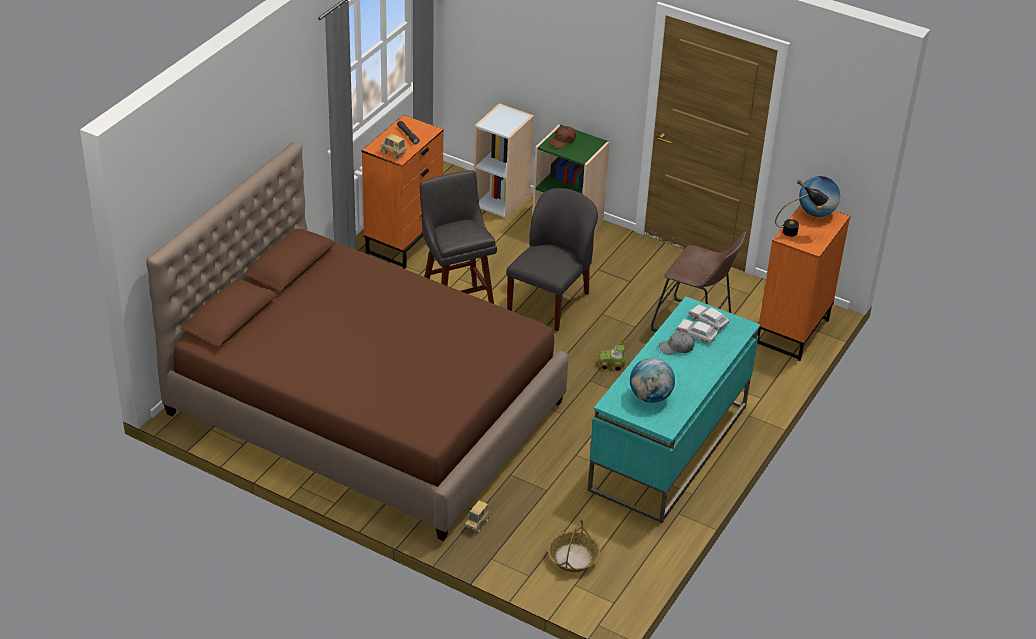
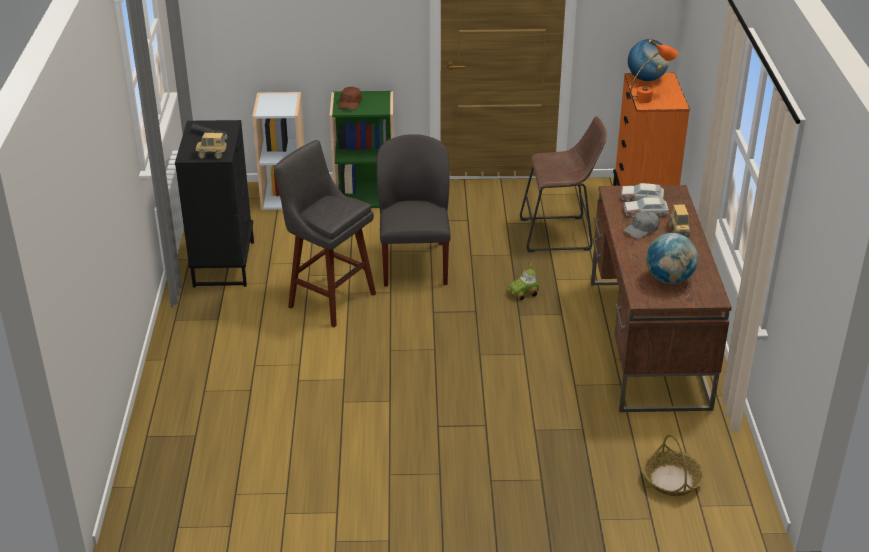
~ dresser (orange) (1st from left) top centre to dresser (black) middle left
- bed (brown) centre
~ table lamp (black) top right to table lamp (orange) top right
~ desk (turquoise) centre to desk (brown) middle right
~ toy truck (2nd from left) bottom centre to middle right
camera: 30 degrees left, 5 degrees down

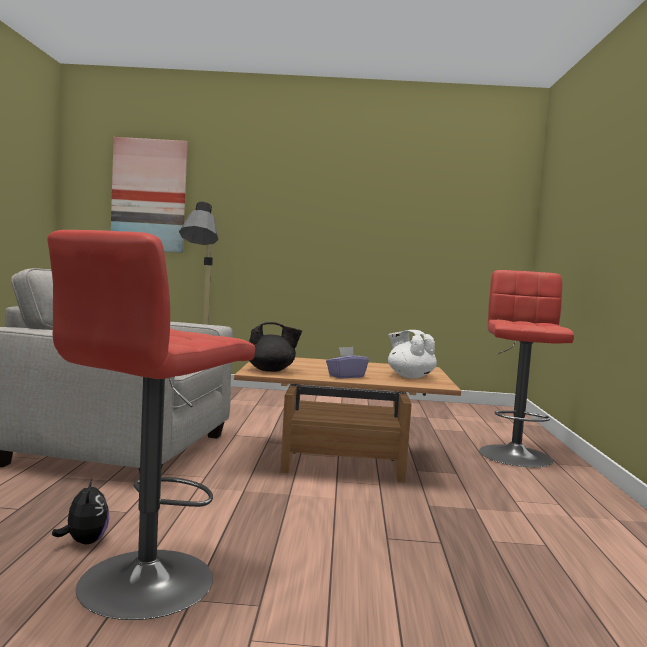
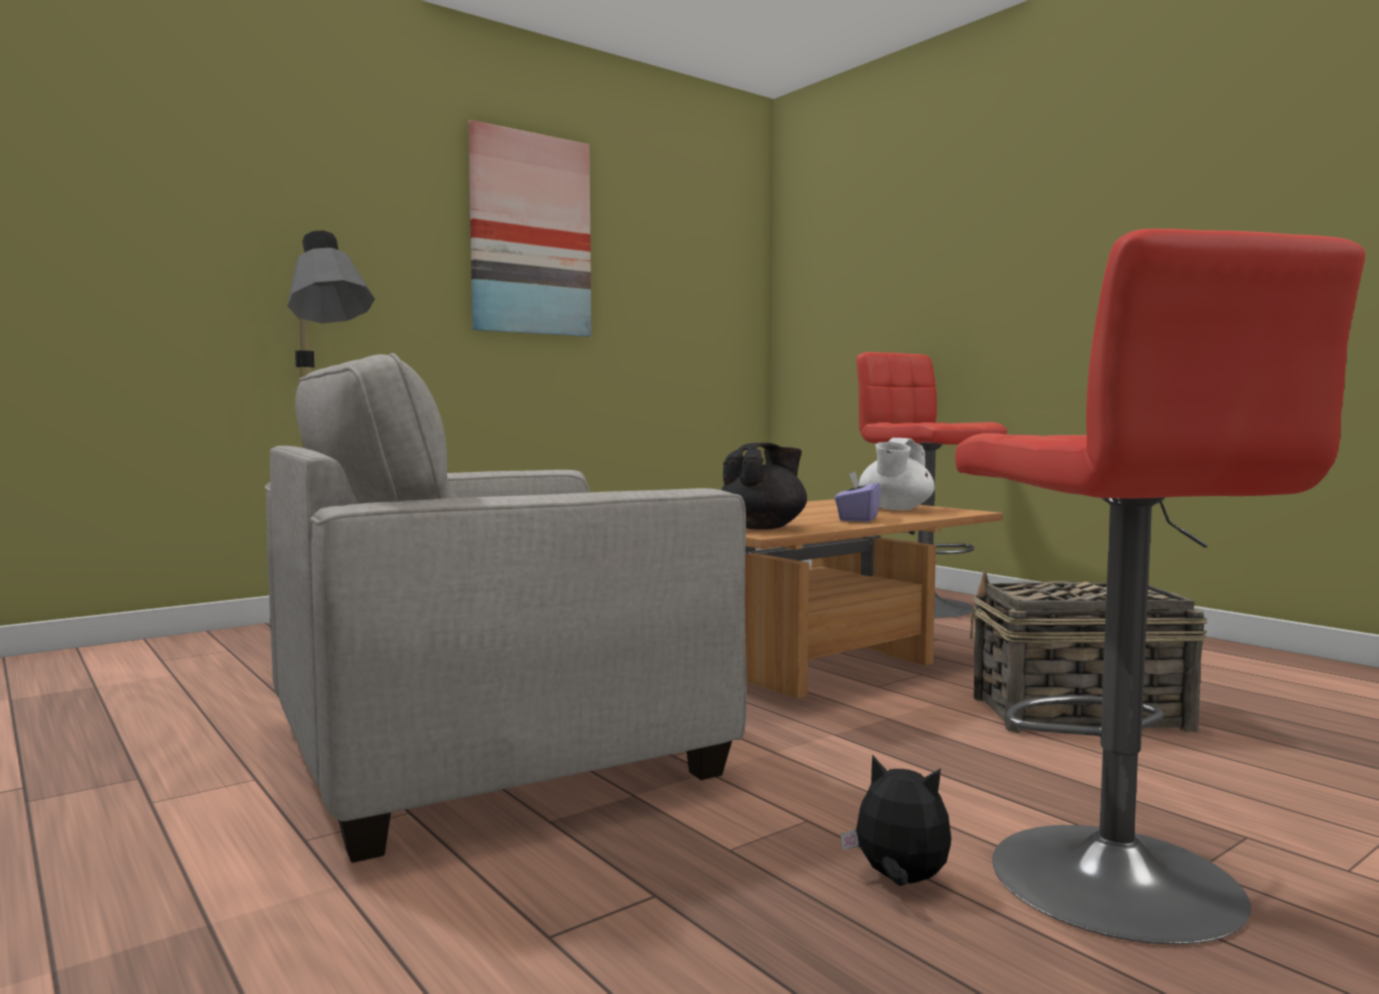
~ picture top left to top centre
~ teapot (white) centre = centre 75 degrees counterclockwise
+ basket middle right
camera: 40 degrees left, 0 degrees up

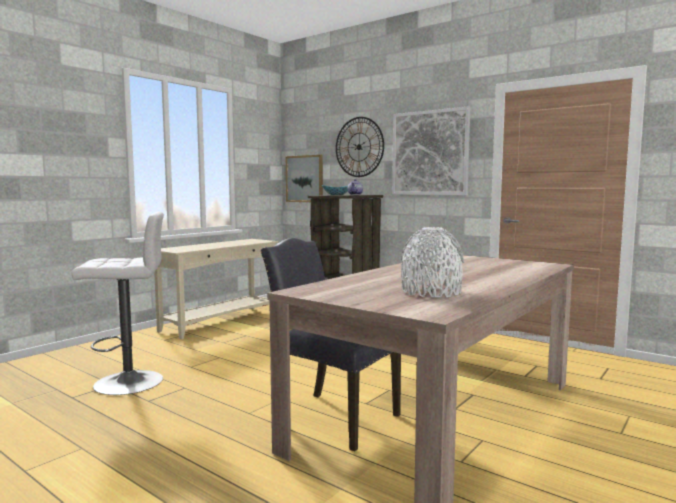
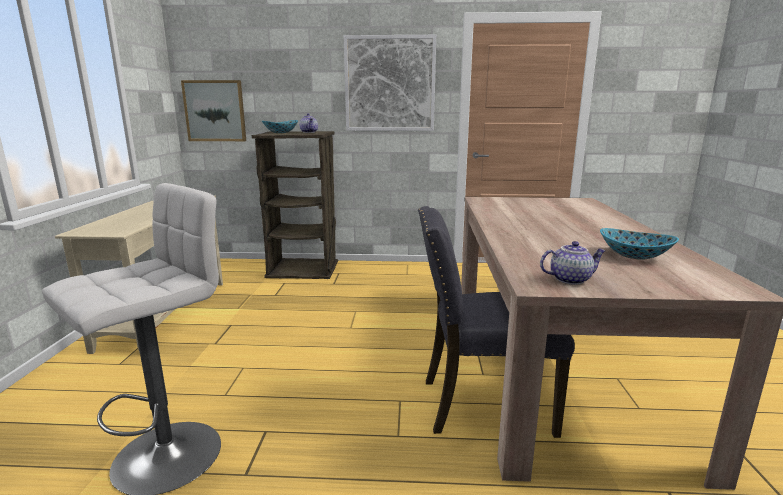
- wall clock top centre
~ vase (white) centre to bowl (2nd from left) middle right
+ teapot (2nd from left) middle right
camera: 35 degrees left, 10 degrees up

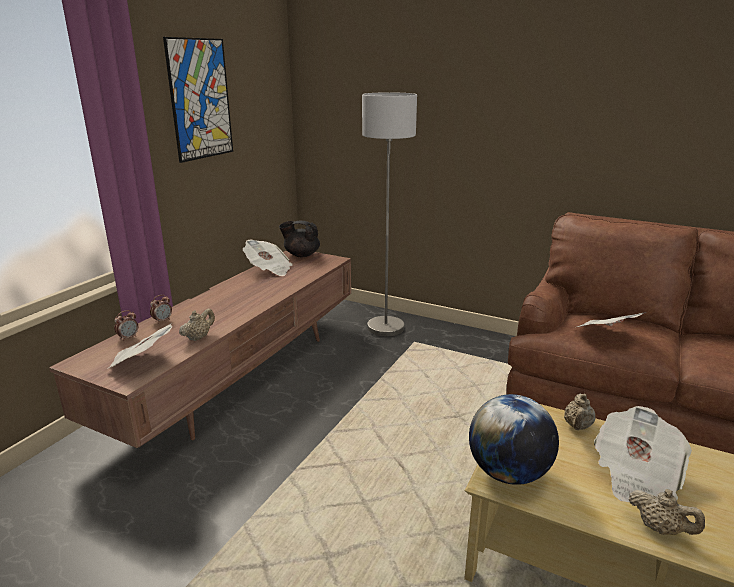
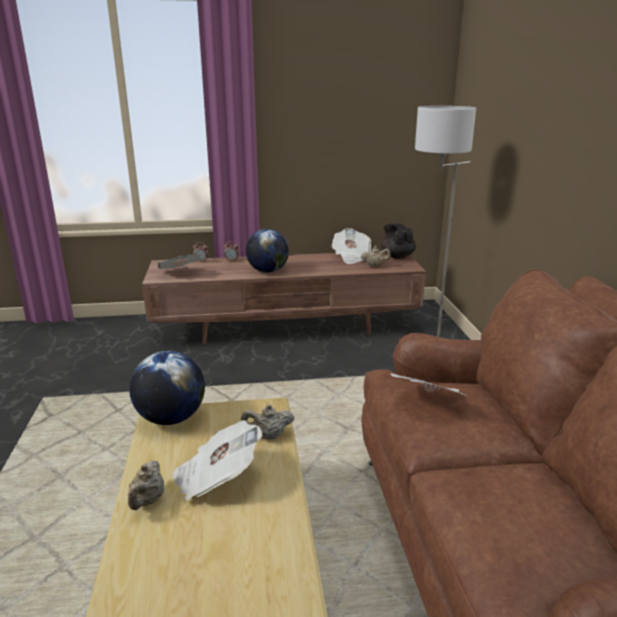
- picture top left
~ teapot (beige) (1st from left in the first image) middle left to teapot (beige) (3rd from left) centre
+ globe (2nd from left) centre
camera: 55 degrees right, 0 degrees up

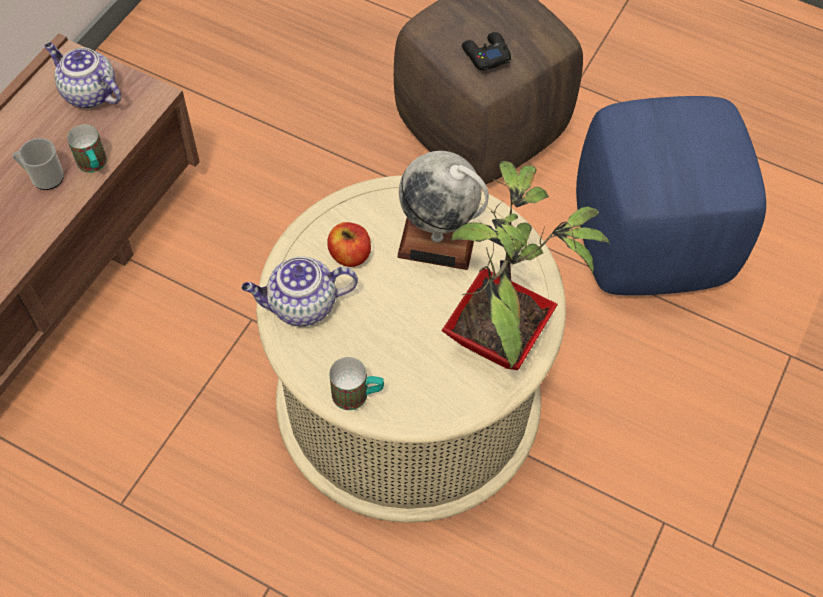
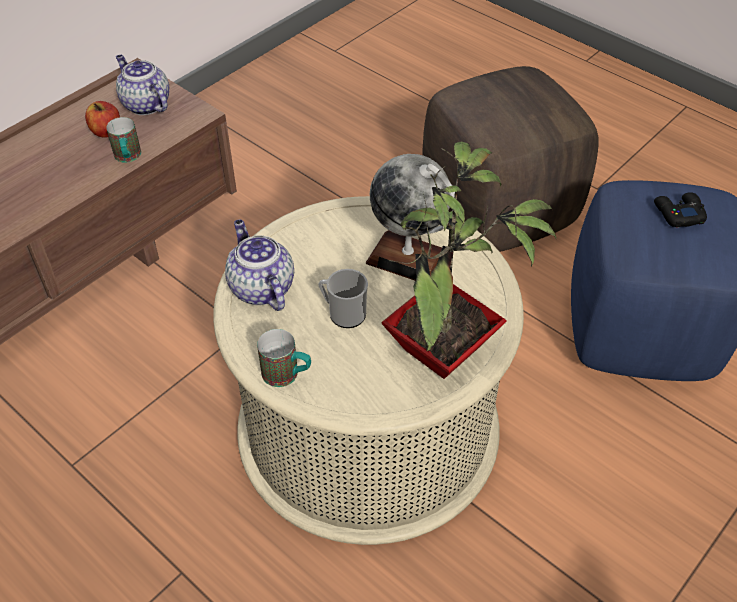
~ game controller (black) top centre to middle right
~ mug (1st from left in the first image) top left to mug (3rd from left) centre
~ apple centre to top left
~ teapot (2nd from left) centre = centre 60 degrees clockwise
camera: 15 degrees right, 10 degrees down

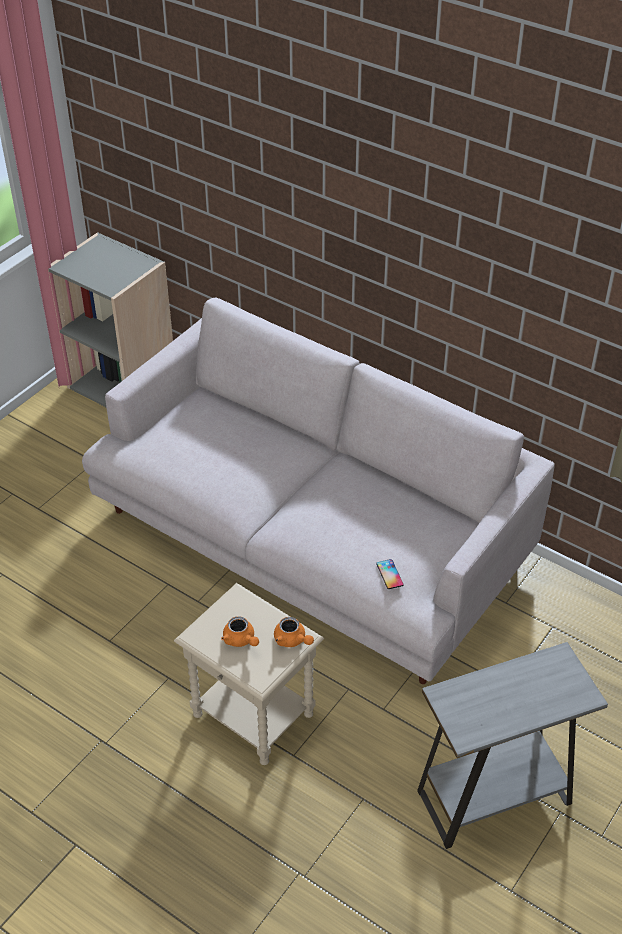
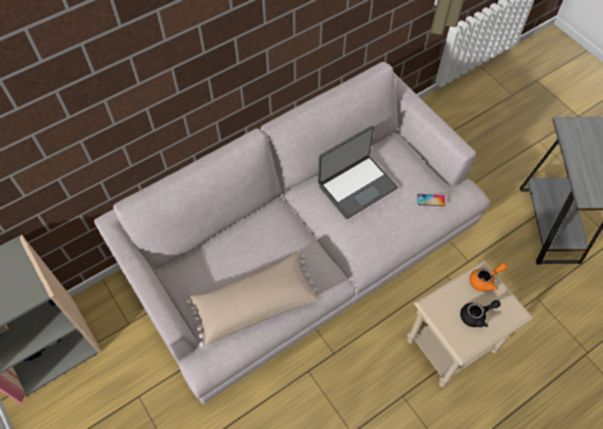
~ teapot (orange) (1st from left) bottom centre to teapot (black) bottom right
+ laptop centre
+ pillow (beige) bottom centre
camera: 70 degrees left, 15 degrees up

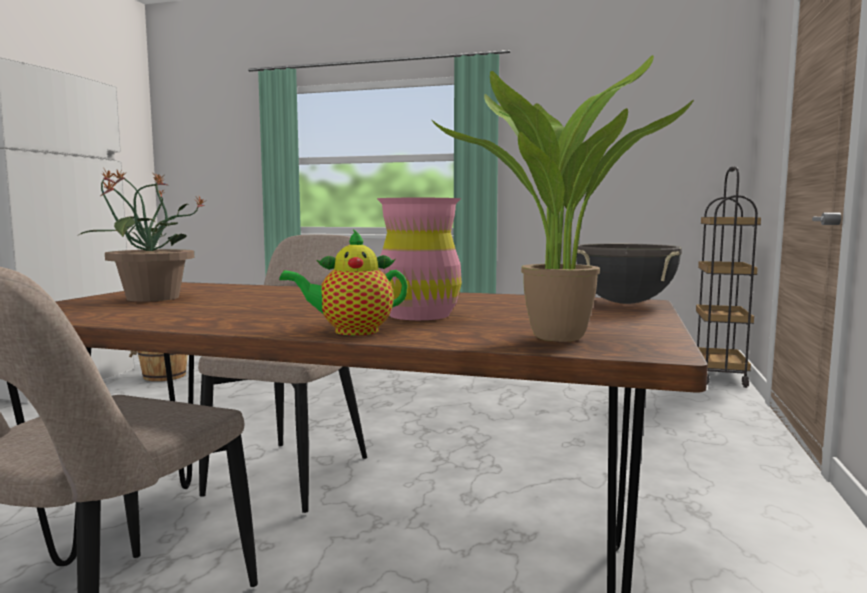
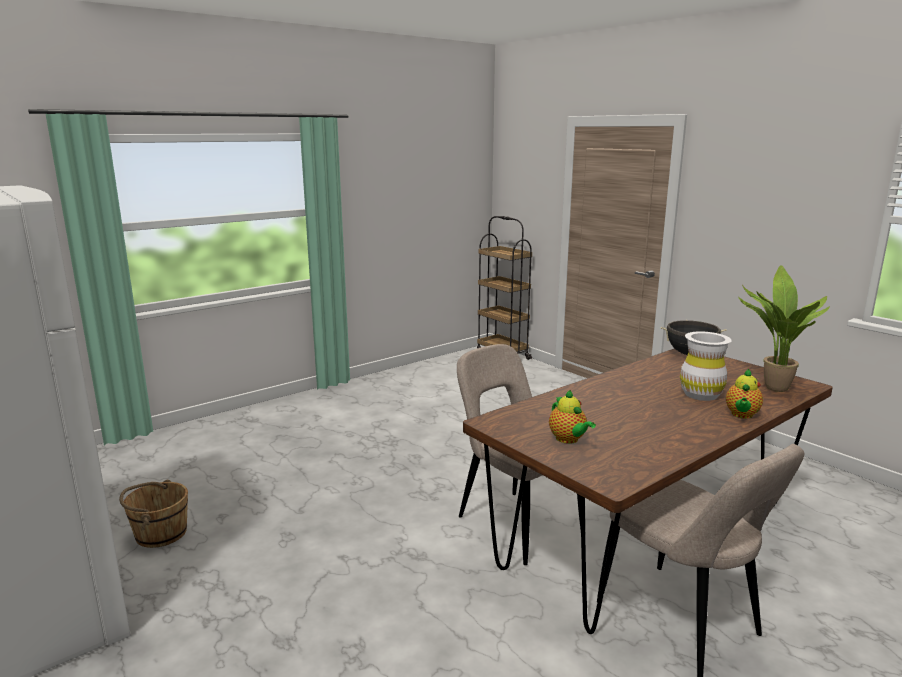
~ potted plant (1st from left) middle left to teapot (1st from left) centre
~ vase (pink) centre to vase (white) middle right
camera: 55 degrees left, 10 degrees up

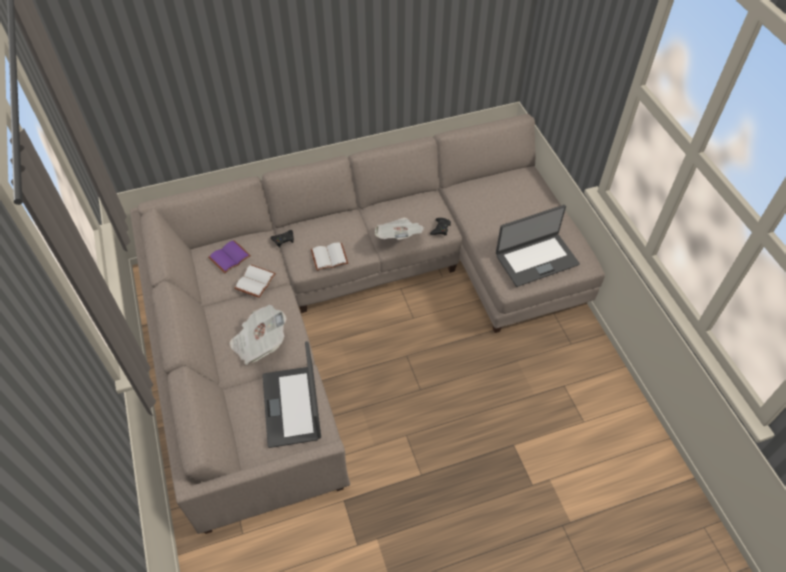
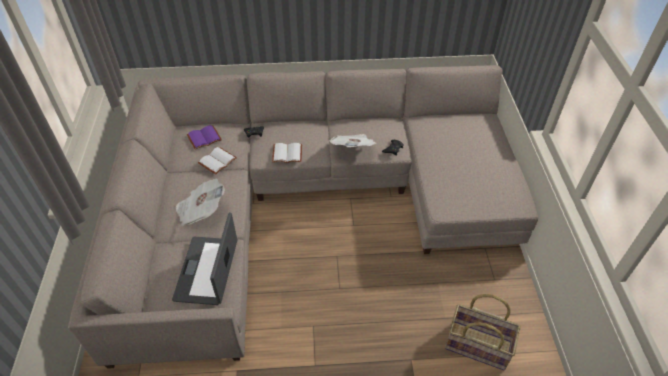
- laptop (2nd from left) middle right
+ basket bottom right
camera: 15 degrees right, 5 degrees down

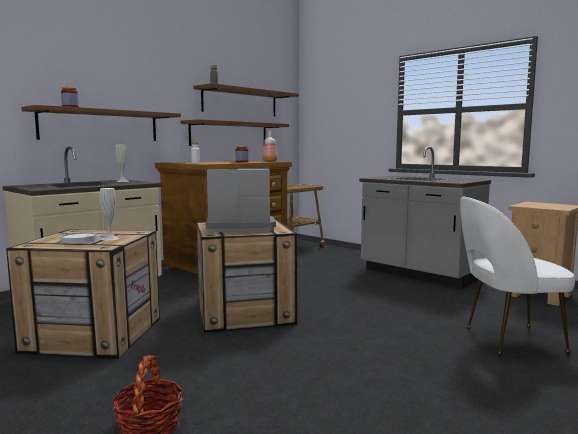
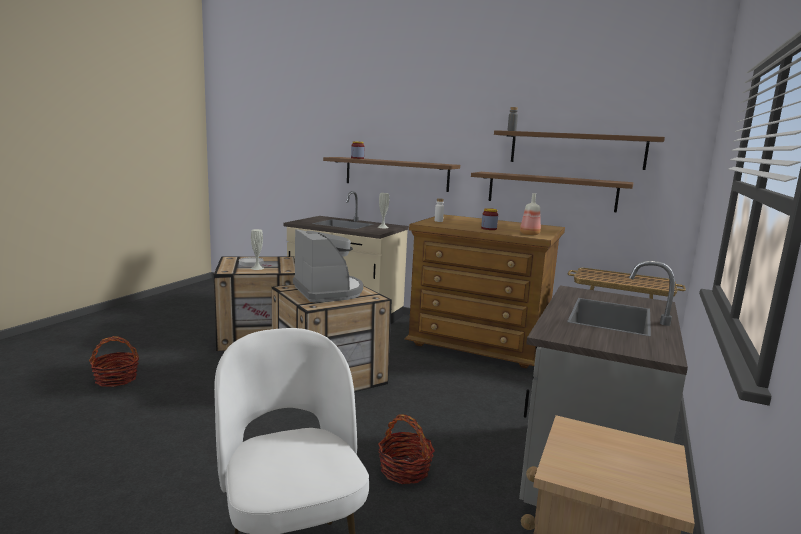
+ basket (2nd from left) bottom centre
camera: 70 degrees right, 5 degrees up

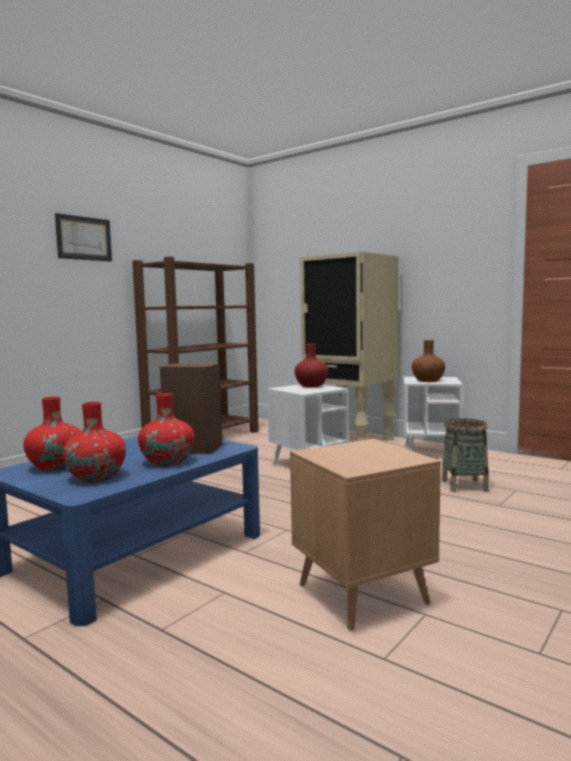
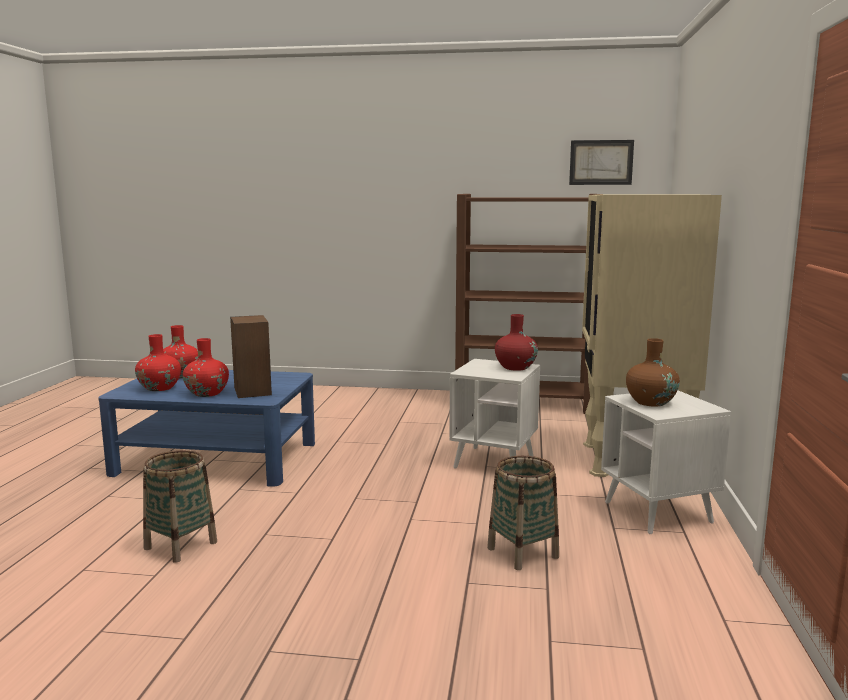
~ picture top left to top right
~ side table (brown) bottom centre to basket (1st from left) bottom left
camera: 60 degrees right, 5 degrees up

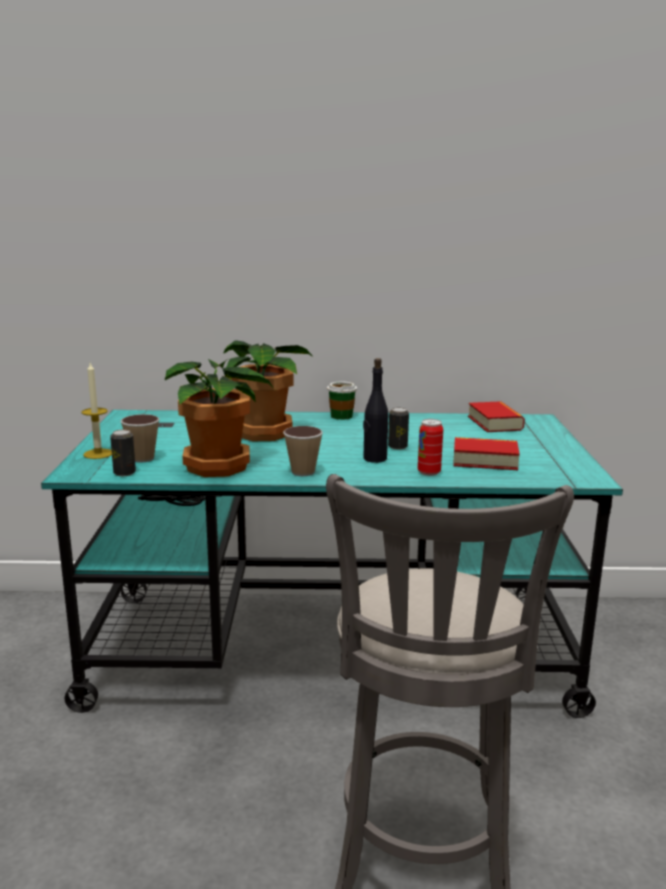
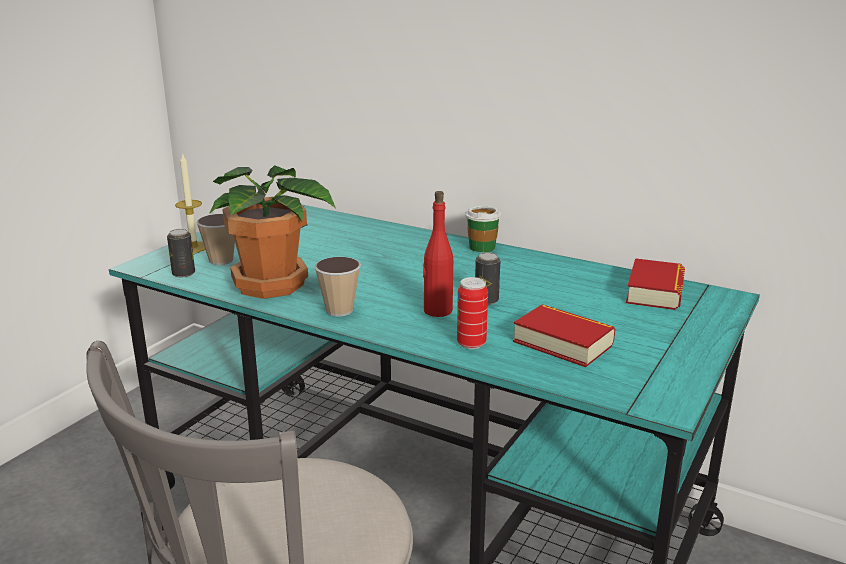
- potted plant (2nd from left) centre
~ bottle (black) centre to bottle (red) centre
camera: 30 degrees right, 5 degrees up

